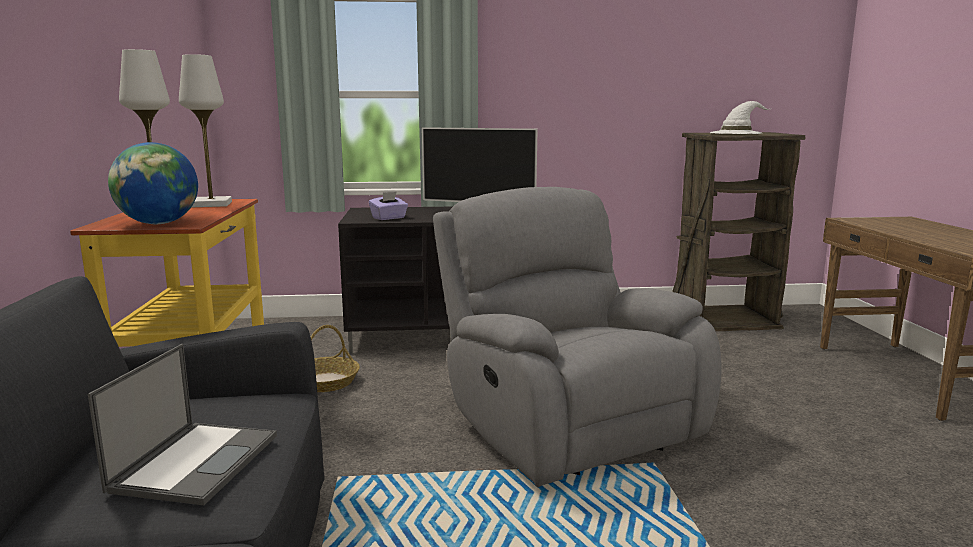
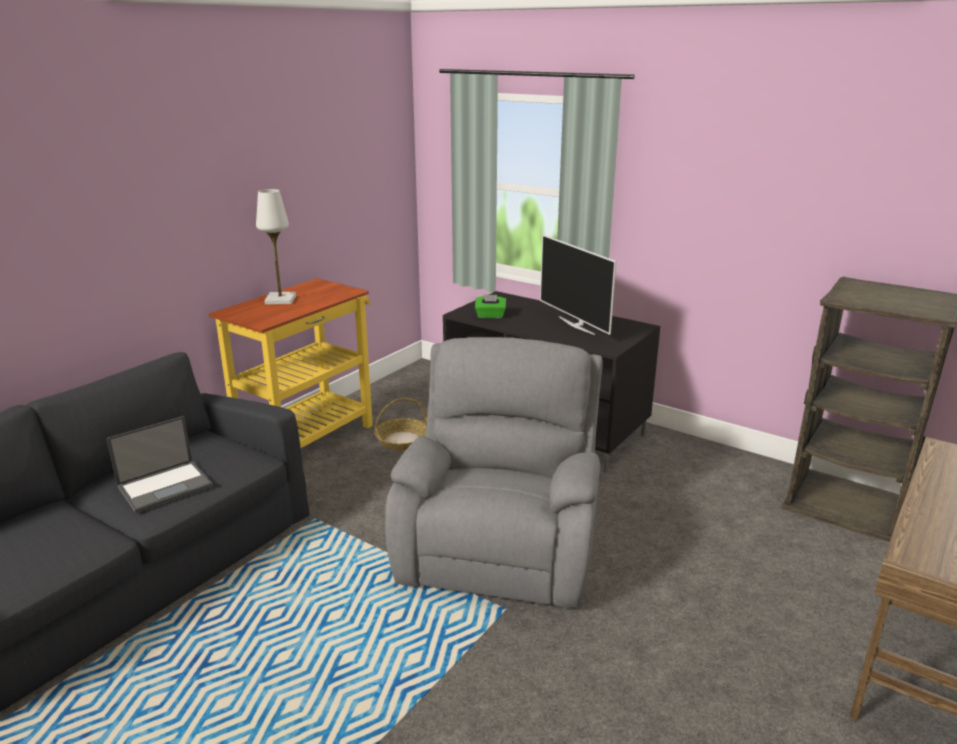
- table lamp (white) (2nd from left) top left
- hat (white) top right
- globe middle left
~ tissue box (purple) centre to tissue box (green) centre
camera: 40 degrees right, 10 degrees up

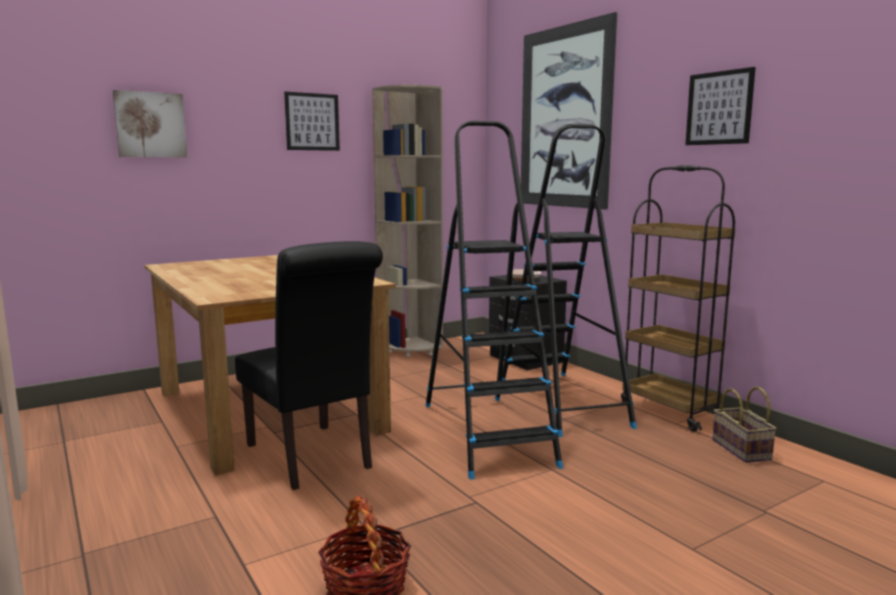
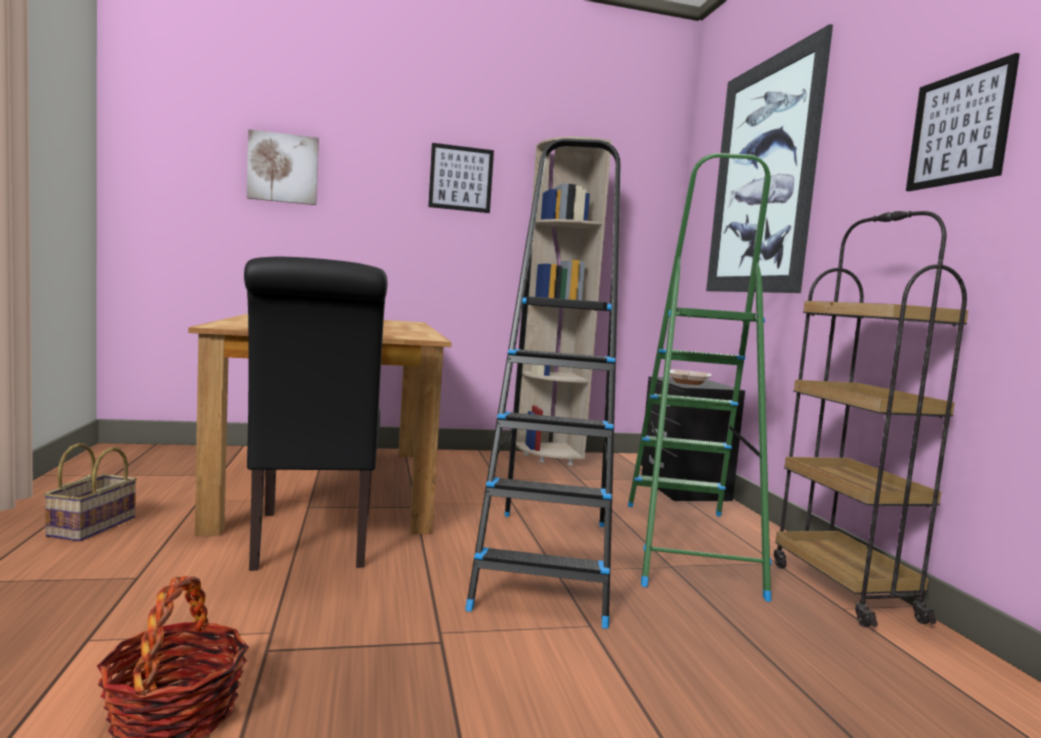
~ step ladder (black) (2nd from left) centre to step ladder (green) middle right
~ basket (2nd from left in the first image) bottom right to basket (1st from left) bottom left
camera: 20 degrees right, 5 degrees down

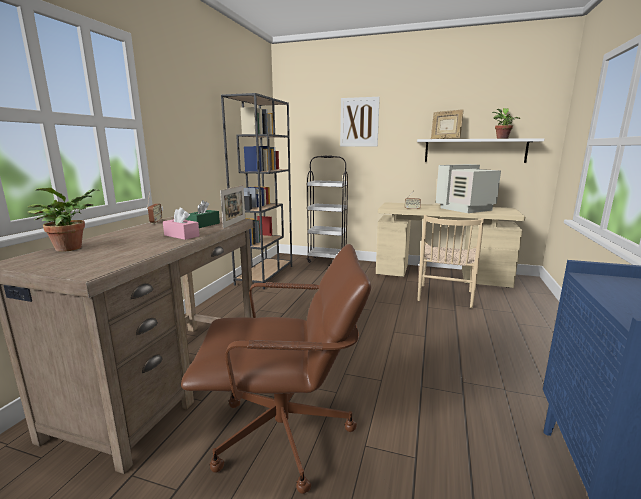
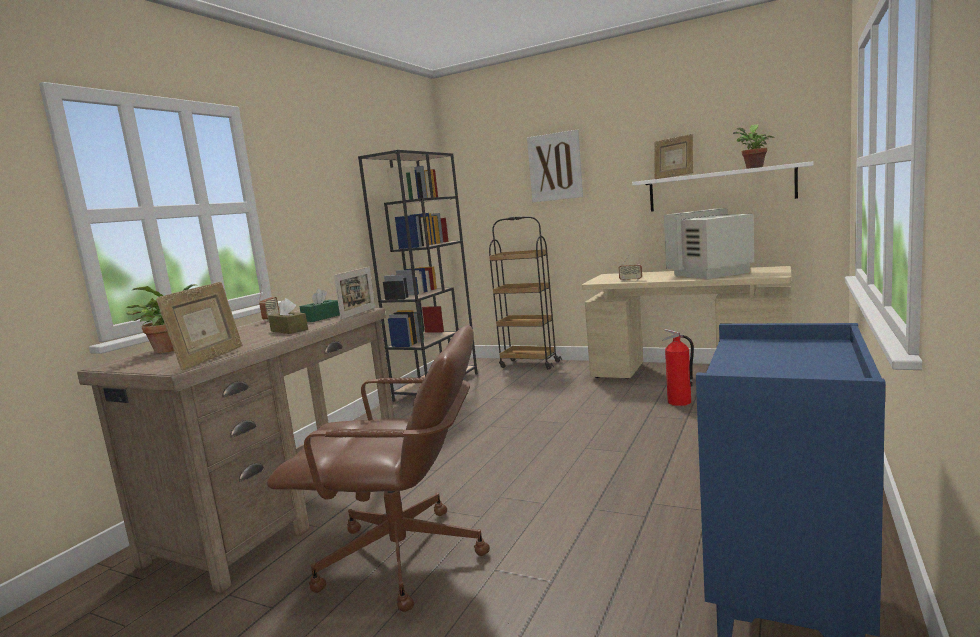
~ cart (white) centre to cart (brown) centre
~ tissue box (pink) middle left to tissue box (brown) middle left
~ chair (beige) middle right to fire extinguisher middle right
+ picture frame (1st from left) middle left
camera: 10 degrees right, 5 degrees down

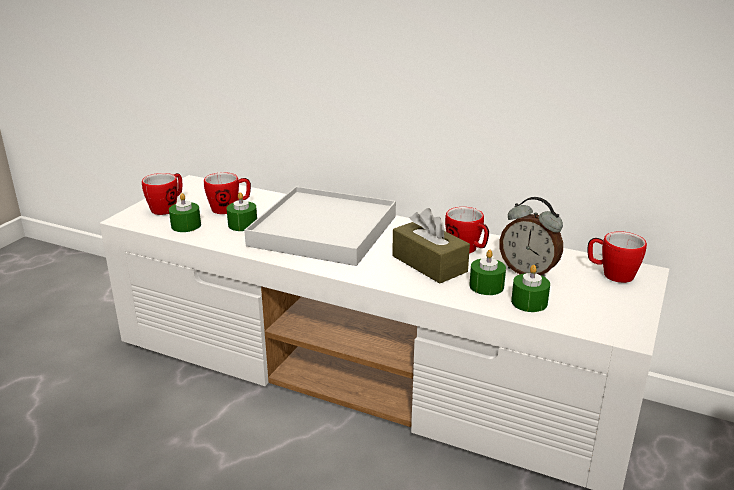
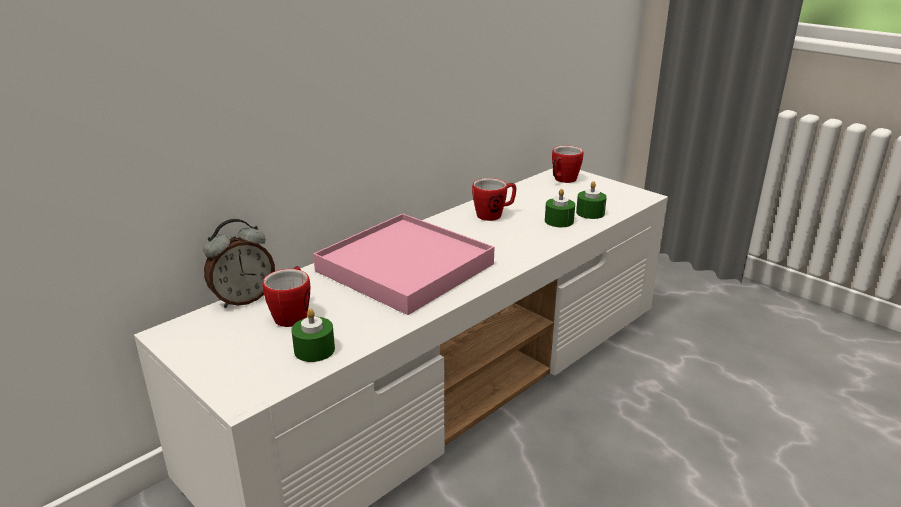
- mug (1st from left) middle left
~ tray (white) centre to tray (pink) centre
- candle (green) (2nd from left) middle left
~ alarm clock middle right to middle left
- tissue box (brown) centre
camera: 70 degrees left, 0 degrees up

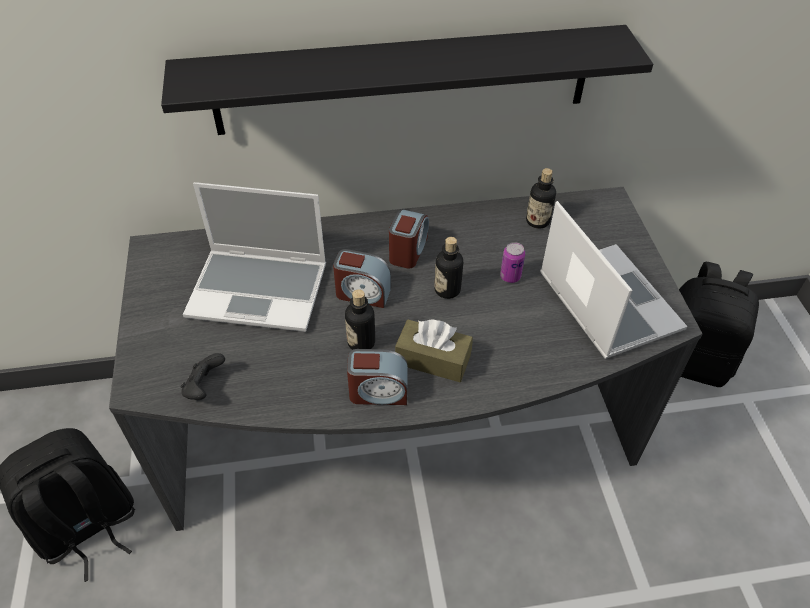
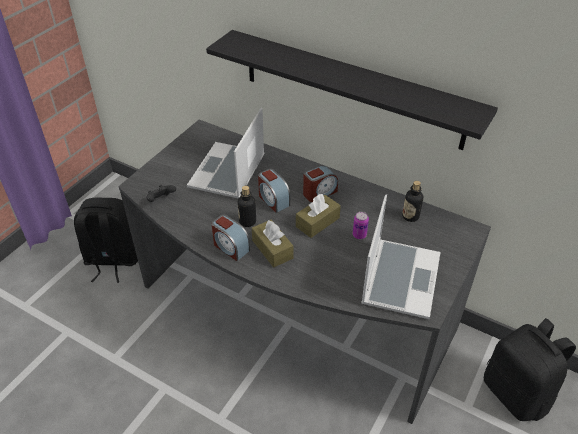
~ laptop (1st from left) middle left = centre 60 degrees clockwise
~ bottle (2nd from left) centre to tissue box (brown) (2nd from left) centre
camera: 40 degrees right, 5 degrees down

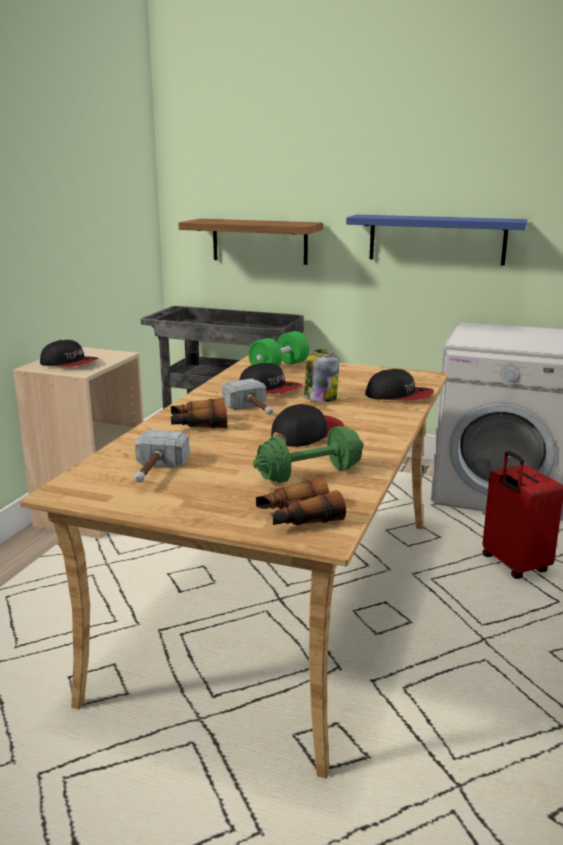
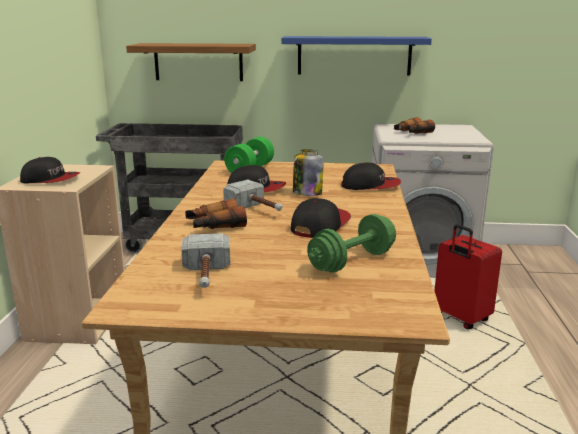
~ binoculars (2nd from left) centre to top right
camera: 15 degrees left, 0 degrees up

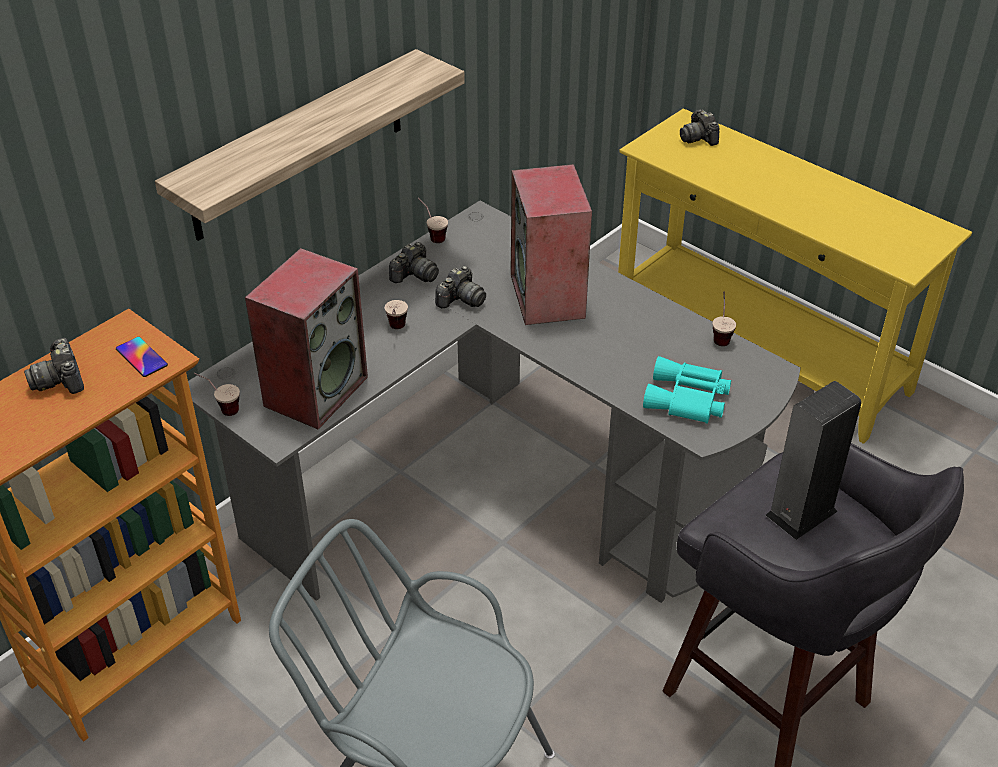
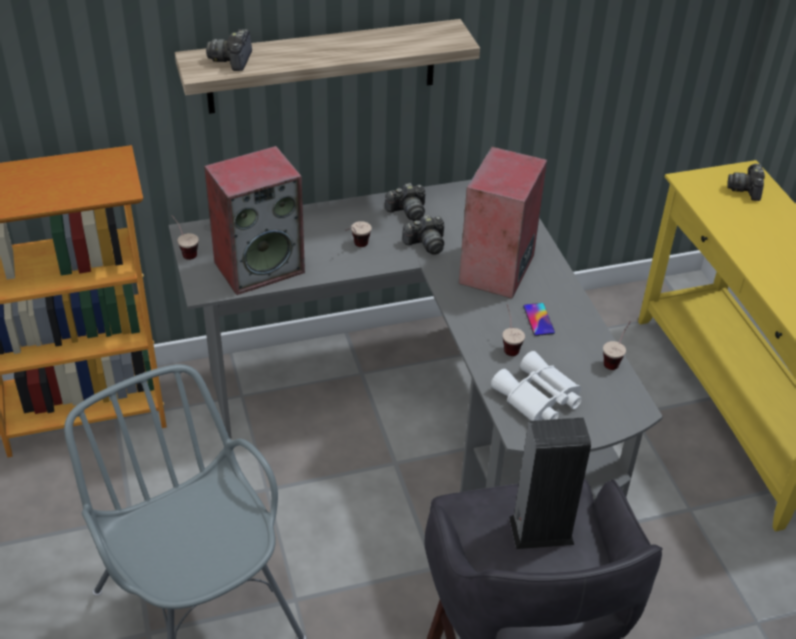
~ cup (3rd from left) top centre to centre
~ phone middle left to middle right
~ photo camera (1st from left) middle left to top left
~ binoculars (turquoise) middle right to binoculars (white) middle right
camera: 30 degrees right, 0 degrees up

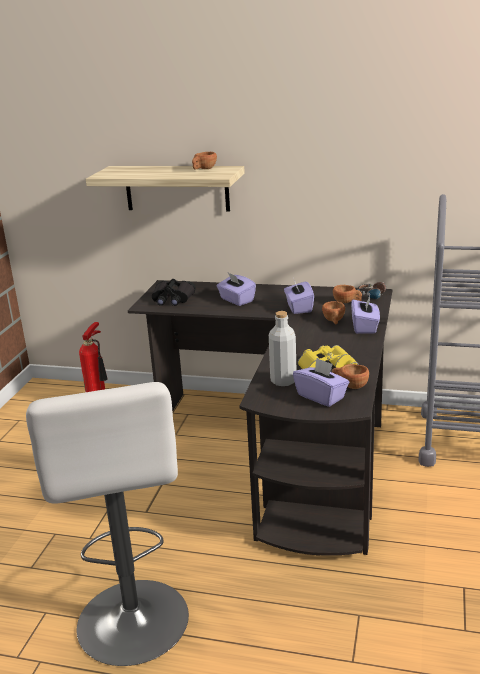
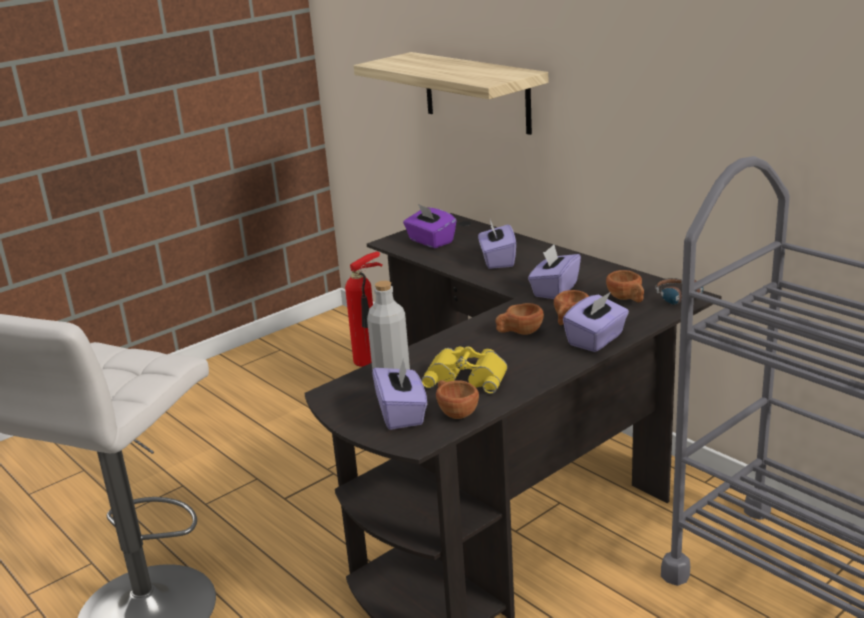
~ cup (brown) (1st from left in the first image) top centre to cup (brown) (2nd from left) centre
~ binoculars (black) centre to tissue box (purple) (2nd from left) centre
camera: 35 degrees right, 0 degrees up

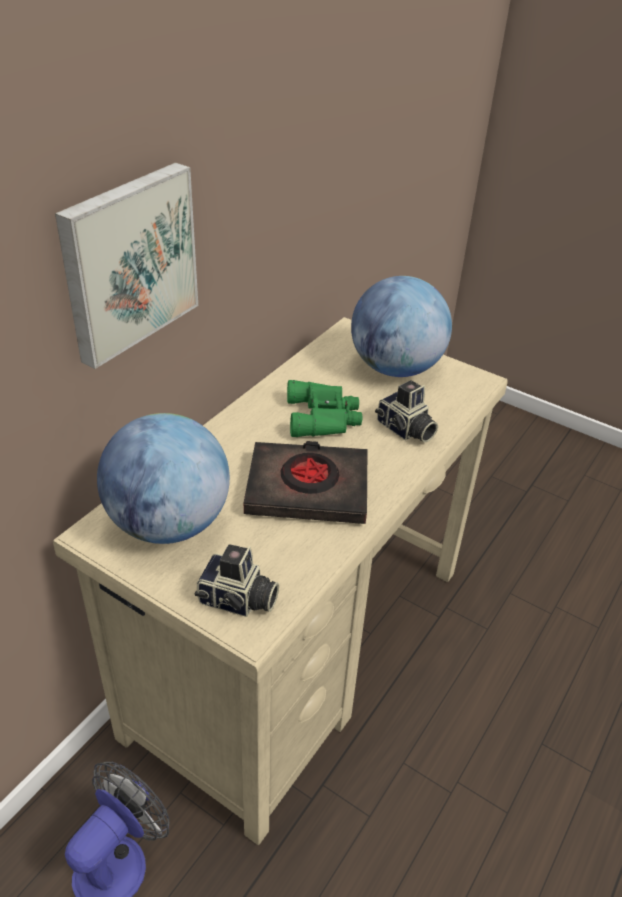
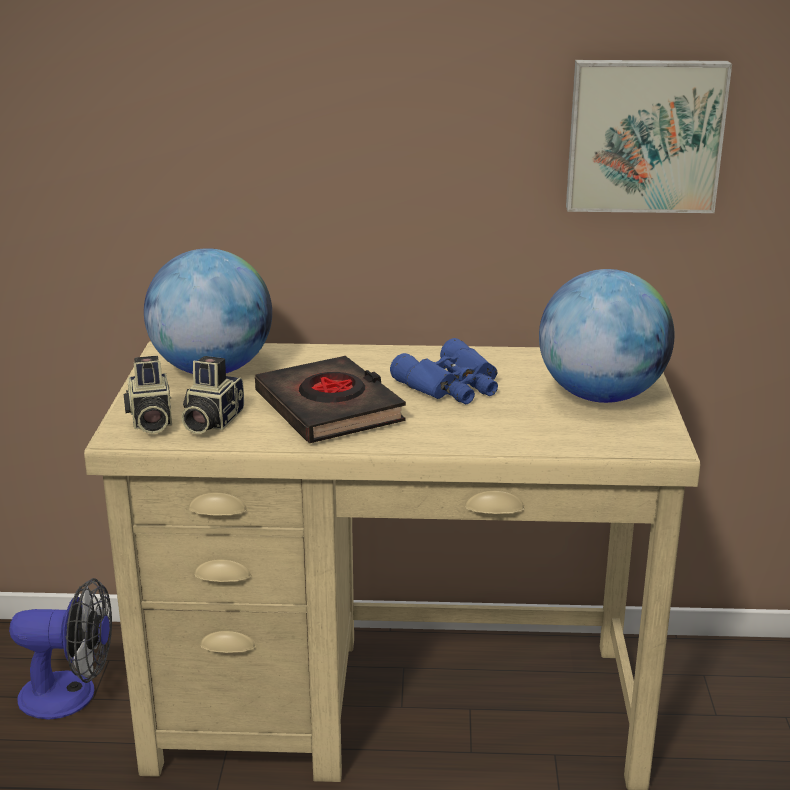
~ picture top left to top right
~ binoculars (green) centre to binoculars (blue) centre
~ photo camera (2nd from left) centre to middle left
camera: 60 degrees right, 15 degrees down

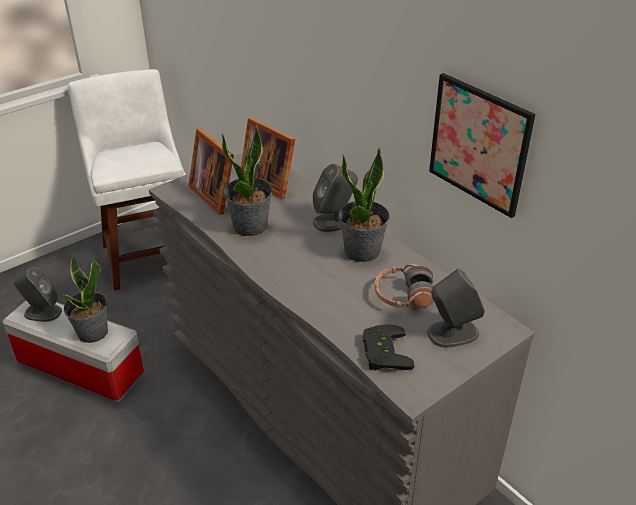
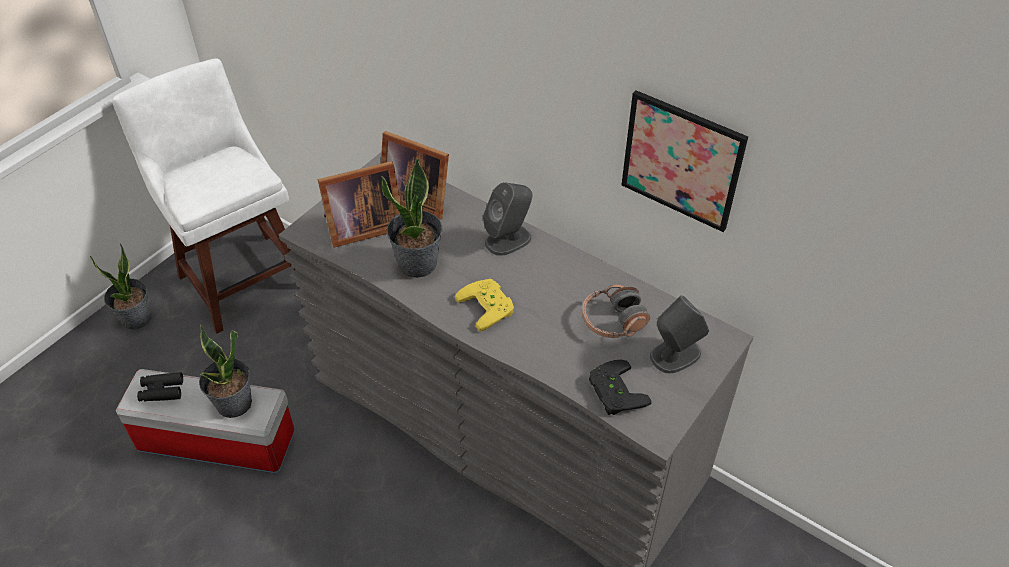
~ picture frame (1st from left) middle left = centre 60 degrees counterclockwise
~ potted plant (3rd from left in the first image) centre to potted plant (1st from left) middle left
~ speaker (grey) (1st from left) middle left to binoculars (black) bottom left
+ game controller (yellow) centre
camera: 15 degrees left, 10 degrees up

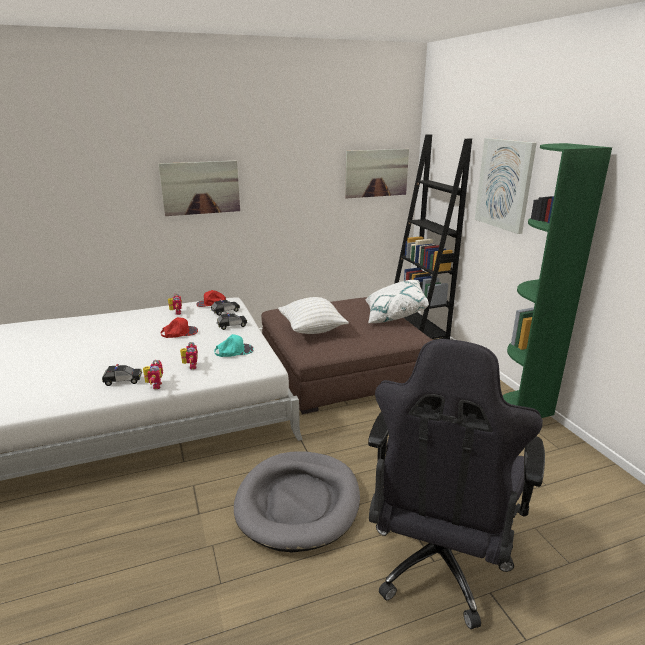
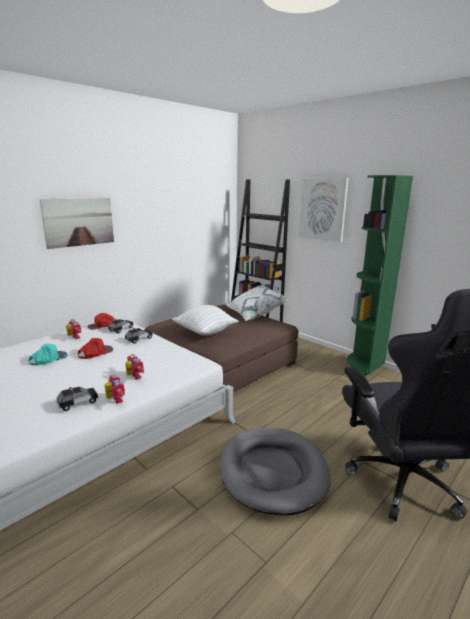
- picture (2nd from left) top centre
~ cap (turquoise) centre to middle left
camera: 25 degrees left, 5 degrees down

